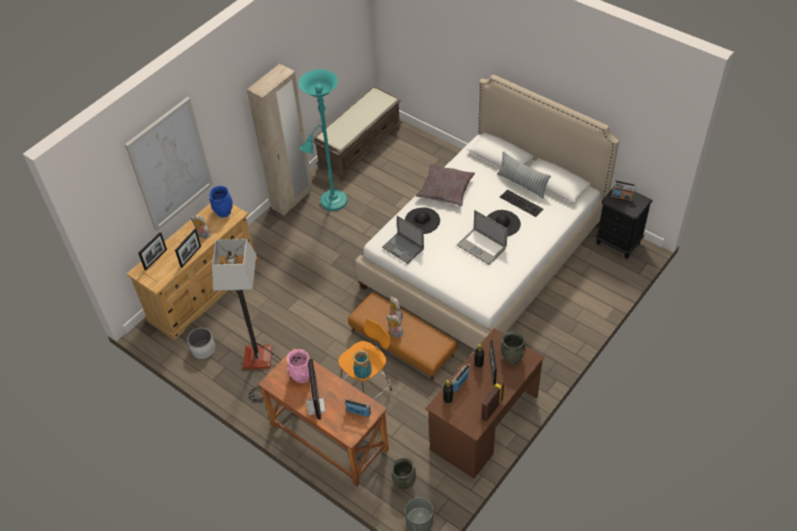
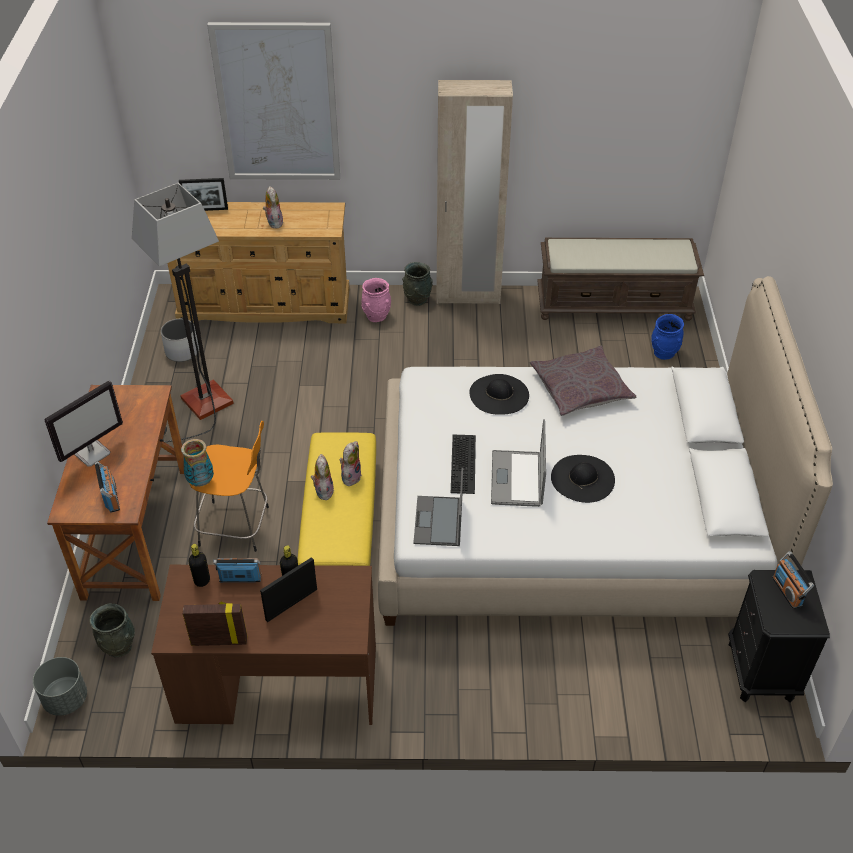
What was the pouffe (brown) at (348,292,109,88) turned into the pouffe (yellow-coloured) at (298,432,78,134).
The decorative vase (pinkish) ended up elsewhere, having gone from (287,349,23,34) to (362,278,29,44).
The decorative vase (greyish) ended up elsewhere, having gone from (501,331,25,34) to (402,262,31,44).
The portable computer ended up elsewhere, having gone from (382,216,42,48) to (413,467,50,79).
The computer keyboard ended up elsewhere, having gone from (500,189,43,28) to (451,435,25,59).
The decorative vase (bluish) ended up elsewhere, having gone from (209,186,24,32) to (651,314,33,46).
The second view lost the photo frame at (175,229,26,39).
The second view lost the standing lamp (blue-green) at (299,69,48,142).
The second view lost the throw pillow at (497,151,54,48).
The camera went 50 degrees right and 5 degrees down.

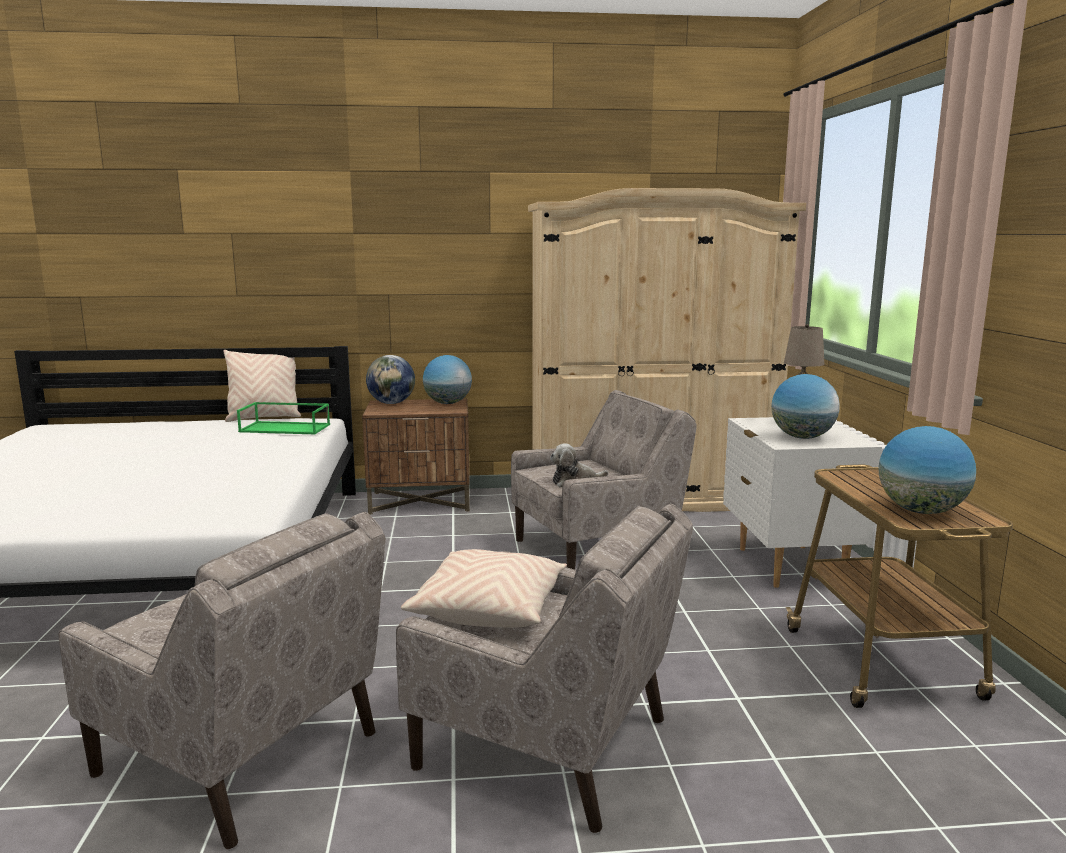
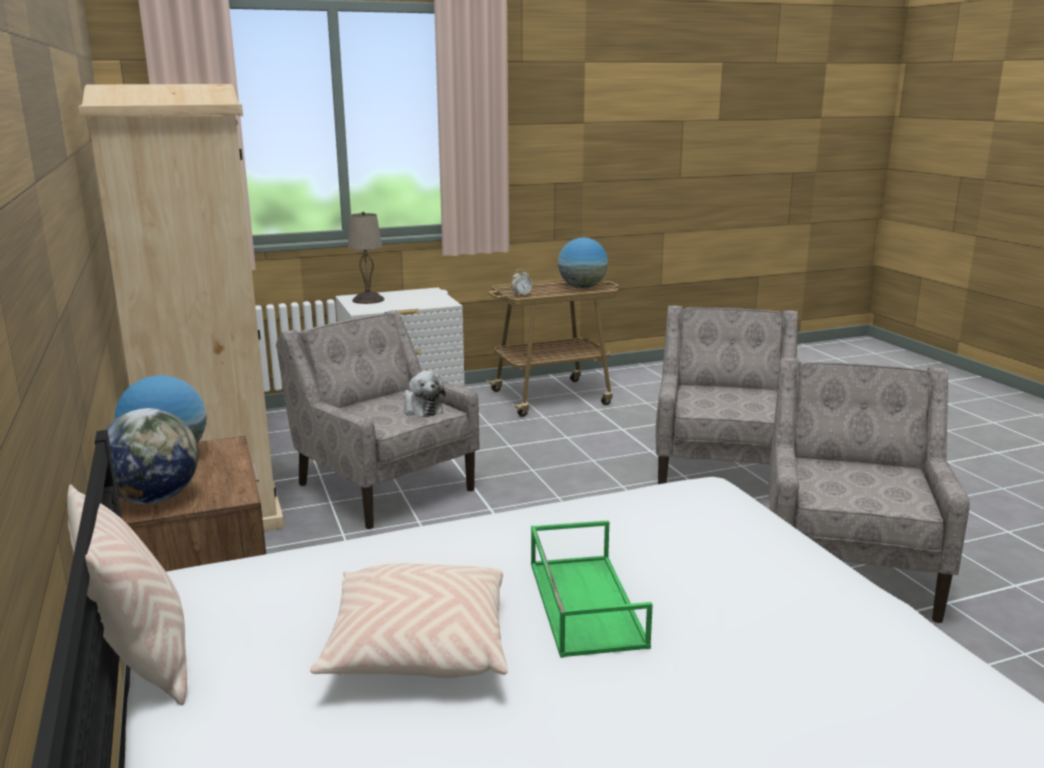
The throw pillow (sand-coloured) ended up elsewhere, having gone from (401,549,166,79) to (310,563,198,115).
The second view gained the table clock at (511,269,21,27).
The carrying tray (greenish) ended up elsewhere, having gone from (237,402,93,32) to (531,520,122,138).
The second view lost the globe at (771,374,69,65).
The camera went 105 degrees left and 5 degrees up.

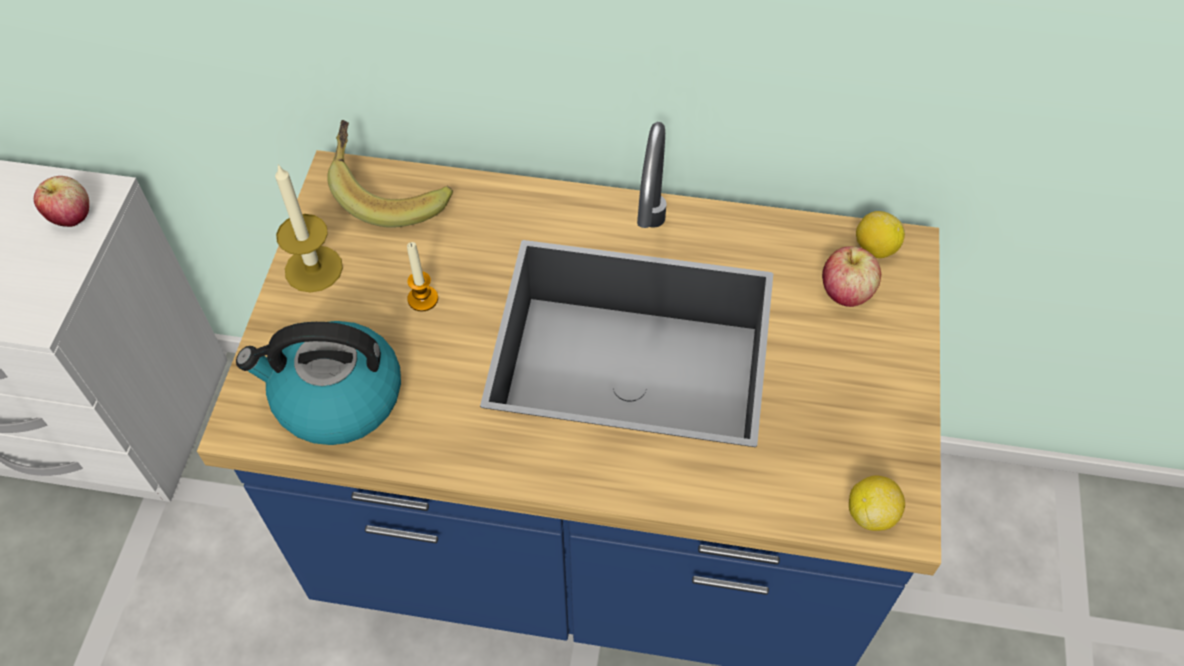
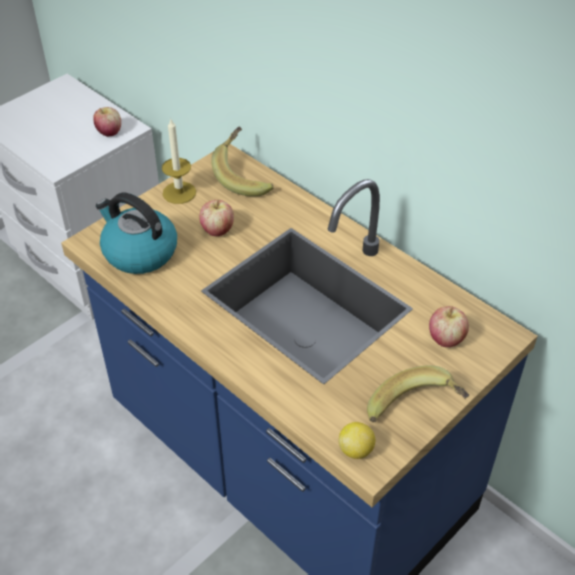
Where the wax candle stood at (407,242,31,70), the whole apple came to stand at (200,199,34,37).
The second view gained the whole banana at (367,365,102,57).
The second view lost the lemon at (856,211,49,47).
The camera went 35 degrees right and 10 degrees down.

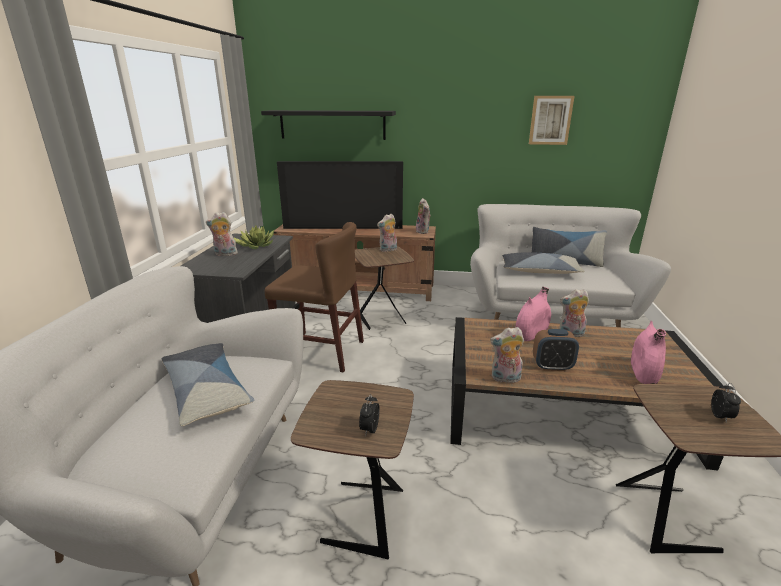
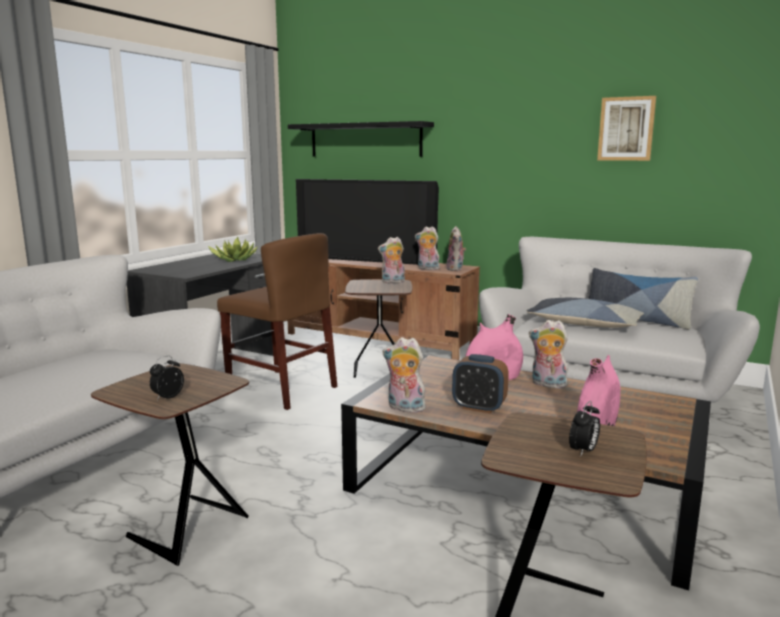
The soft toy ended up elsewhere, having gone from (206,212,33,44) to (415,226,25,44).
The second view lost the throw pillow at (162,343,93,83).
The camera went 20 degrees right and 10 degrees down.

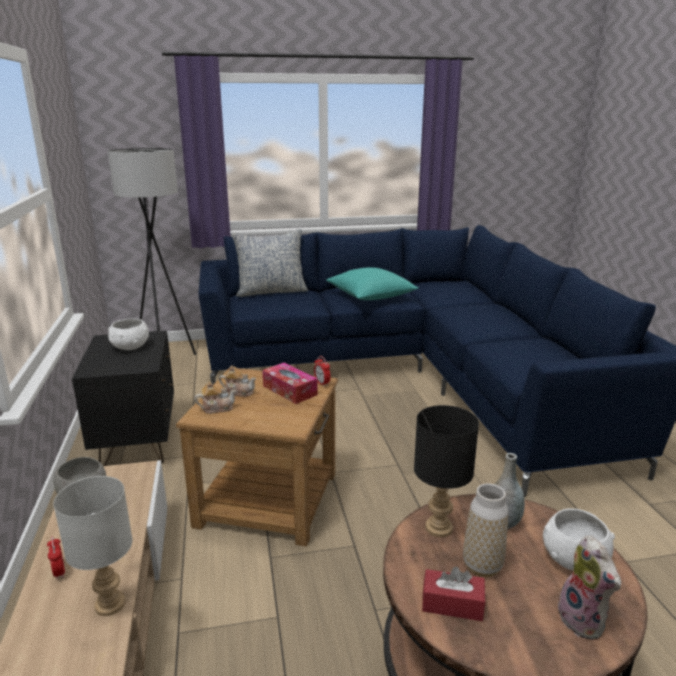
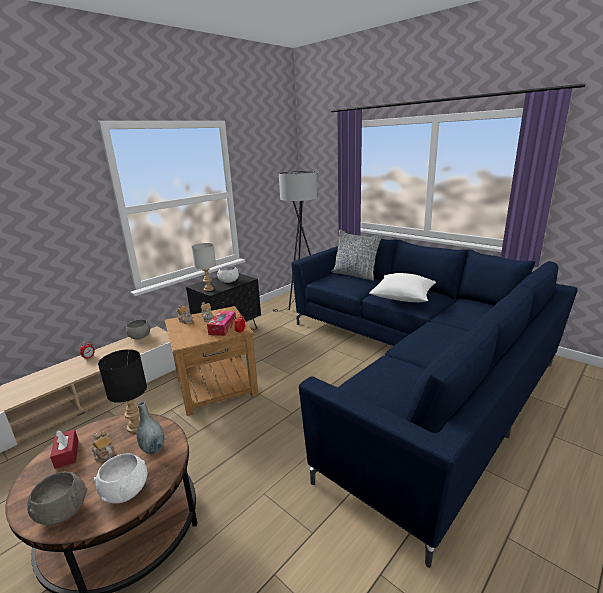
Where the soft toy stood at (555,535,66,105), the deep dish (greyish) came to stand at (27,472,60,53).
Where the decorative vase stood at (463,483,45,94), the teapot came to stand at (92,431,23,31).
The table lamp (greyish) ended up elsewhere, having gone from (53,476,80,140) to (192,243,24,48).
What was the throw pillow (blue-green) at (326,267,93,33) turned into the throw pillow (white-coloured) at (369,273,67,29).
The camera went 55 degrees right and 0 degrees up.

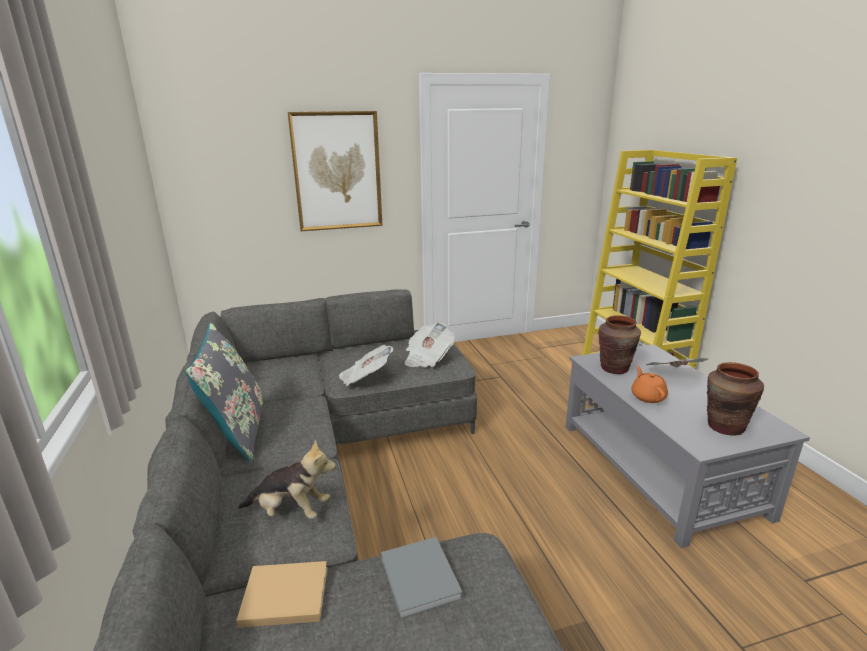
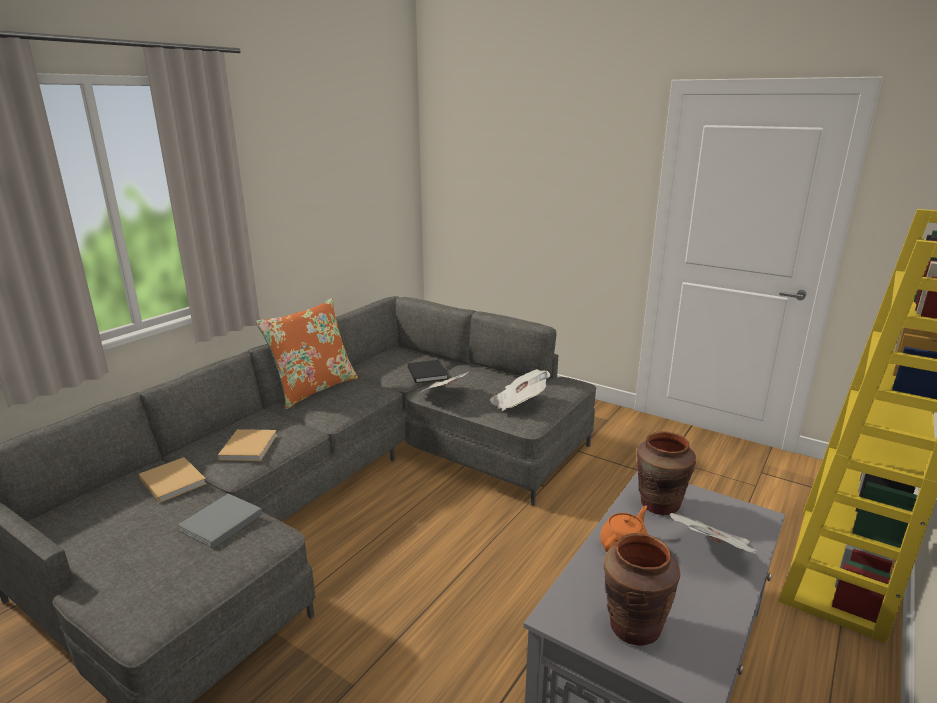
Where the soft toy stood at (238,440,98,79), the volume (sand-coloured) came to stand at (218,429,59,32).
What was the throw pillow (greyish) at (185,323,78,140) turned into the throw pillow (orange-coloured) at (256,298,102,111).
The second view gained the volume (blackish) at (408,360,40,23).
The second view lost the picture at (288,111,94,120).
The camera went 50 degrees right and 0 degrees up.

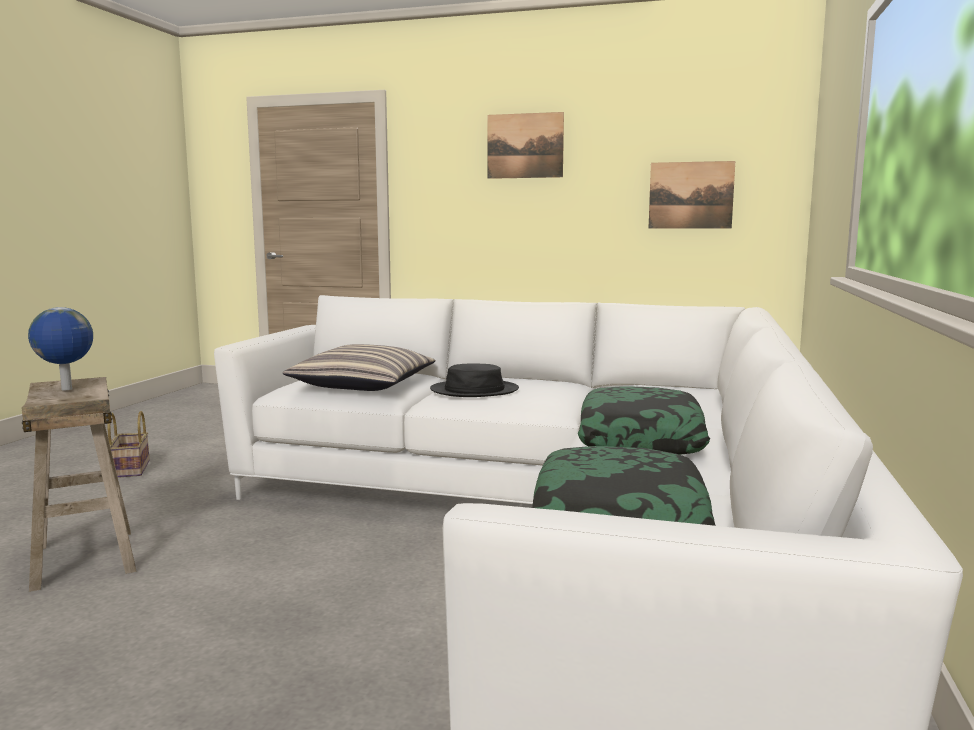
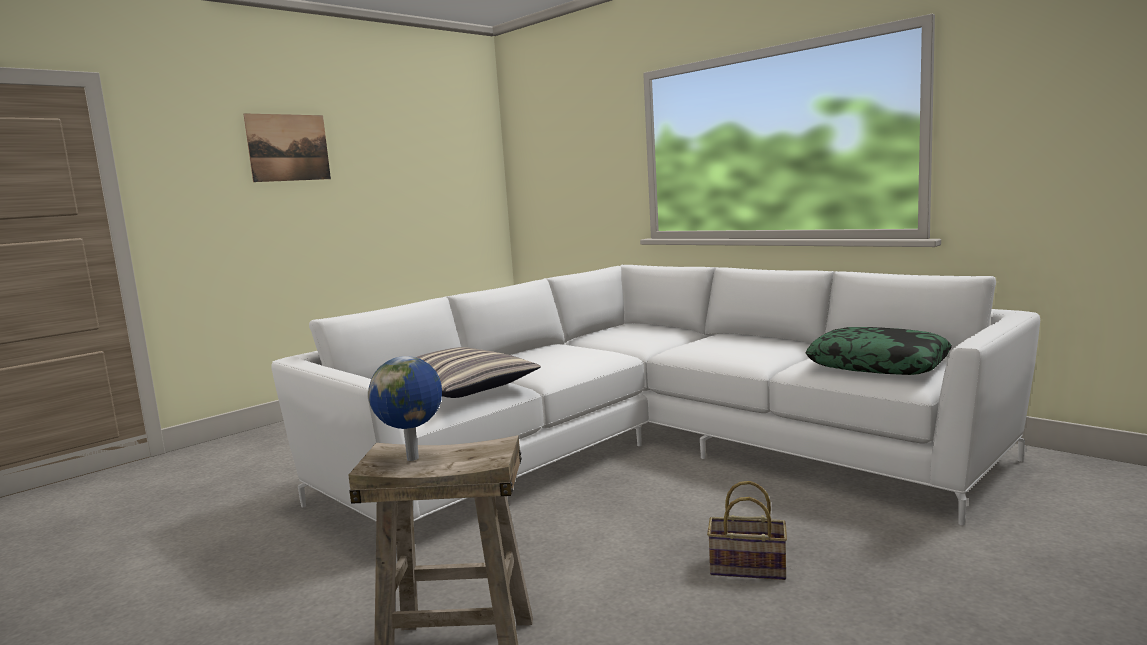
The basket ended up elsewhere, having gone from (108,411,42,67) to (707,481,80,99).
The second view lost the clothing hat (blackish) at (430,364,89,33).
The second view lost the throw pillow at (578,386,132,69).
The second view lost the picture at (648,161,87,68).
The camera went 60 degrees left and 0 degrees up.

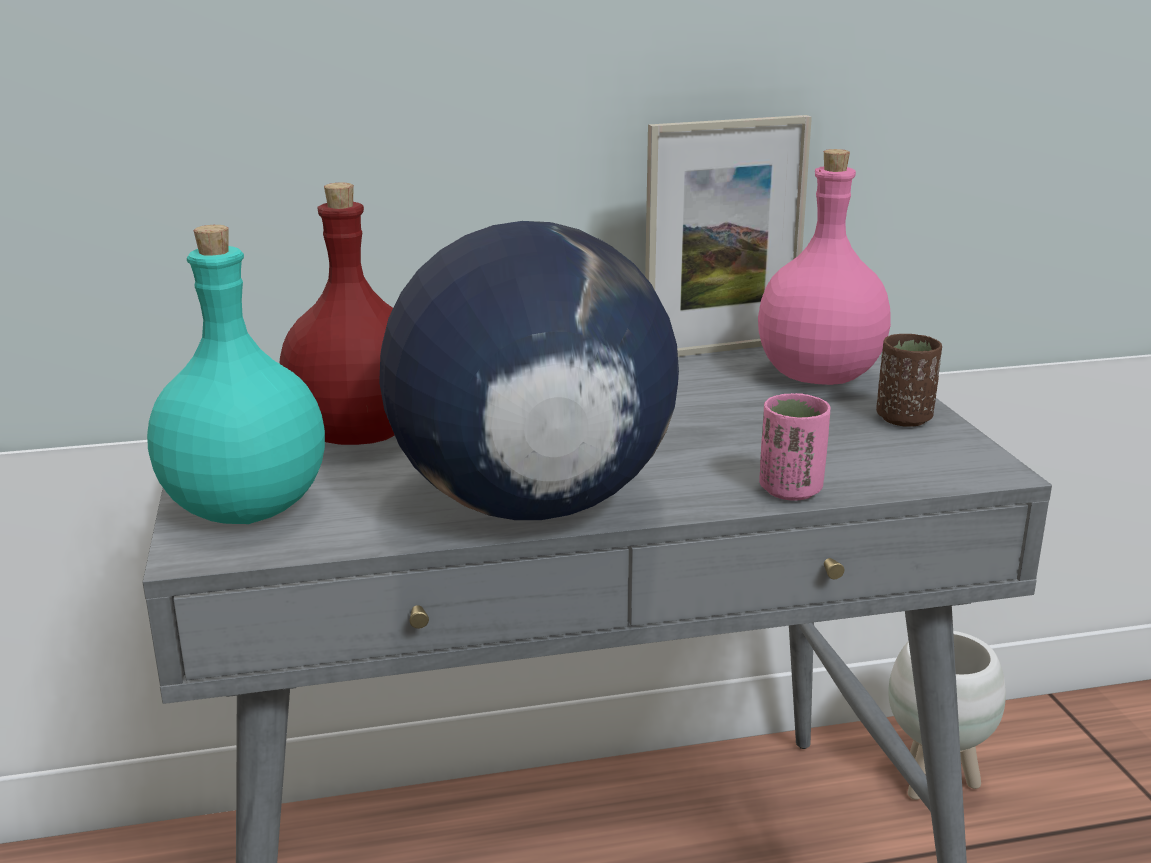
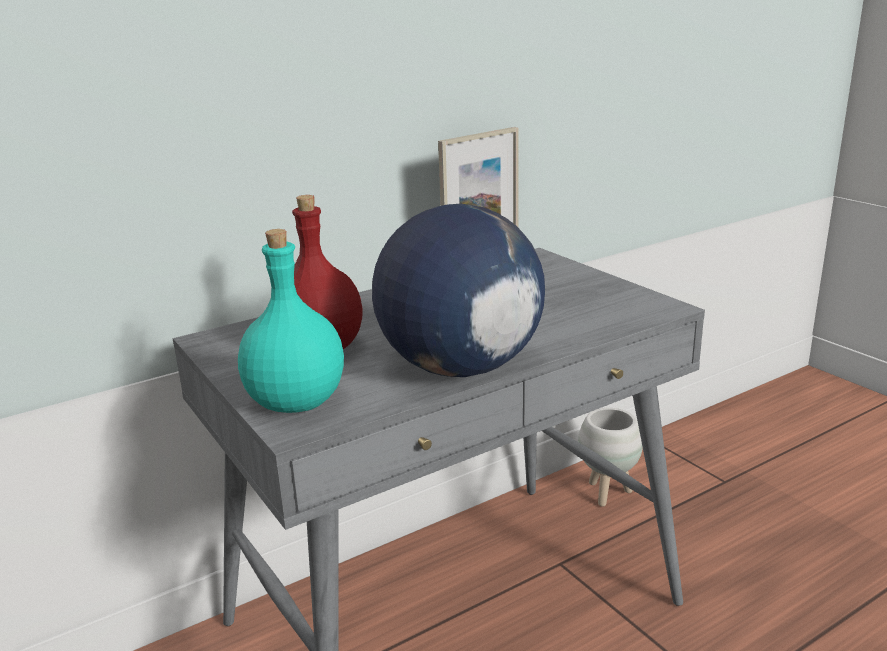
The second view lost the beverage bottle (pinkish) at (758,149,133,236).
The second view lost the cup (pinkish) at (759,393,71,108).
The second view lost the cup (brown) at (876,334,66,93).
The camera went 20 degrees left and 0 degrees up.

